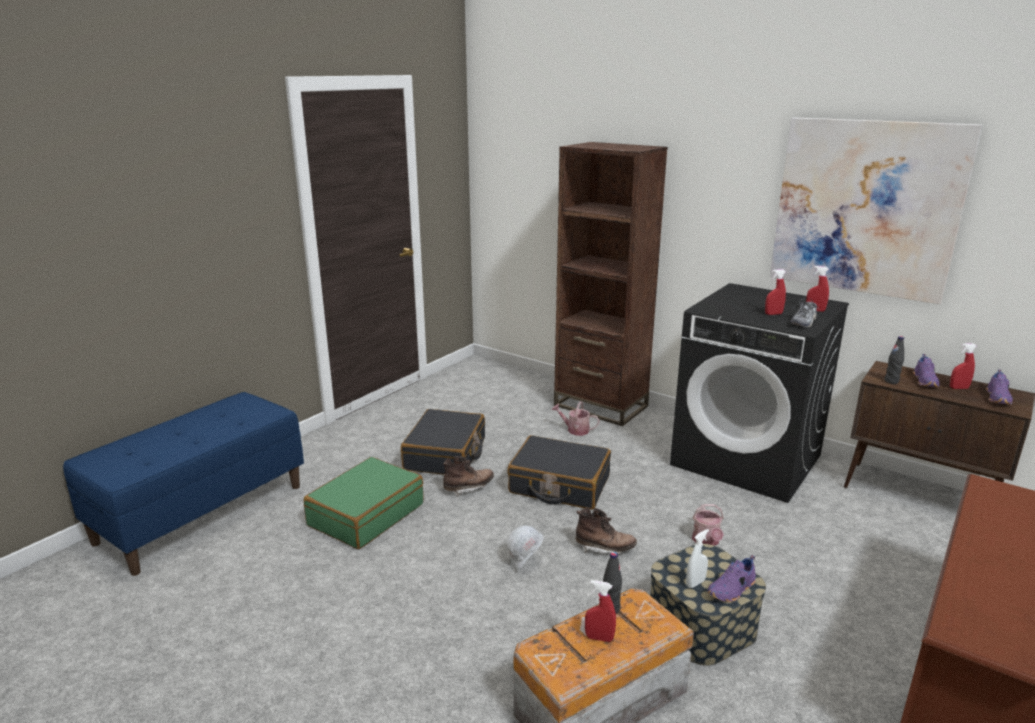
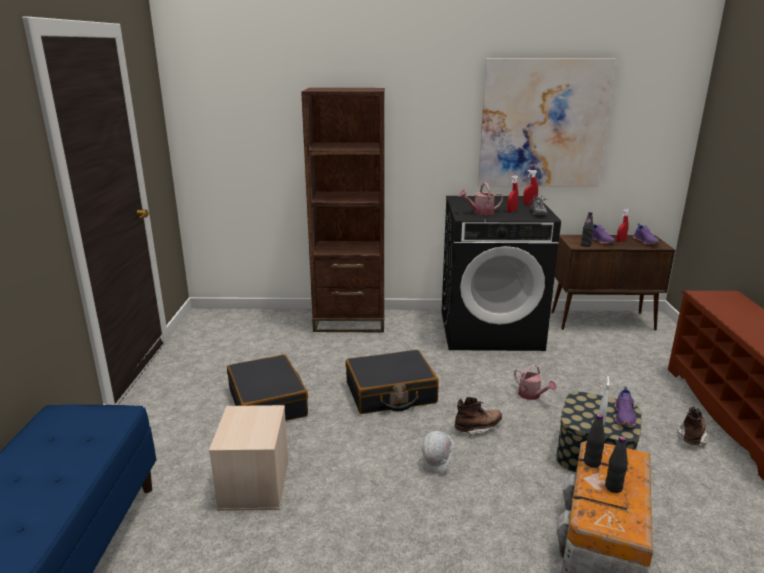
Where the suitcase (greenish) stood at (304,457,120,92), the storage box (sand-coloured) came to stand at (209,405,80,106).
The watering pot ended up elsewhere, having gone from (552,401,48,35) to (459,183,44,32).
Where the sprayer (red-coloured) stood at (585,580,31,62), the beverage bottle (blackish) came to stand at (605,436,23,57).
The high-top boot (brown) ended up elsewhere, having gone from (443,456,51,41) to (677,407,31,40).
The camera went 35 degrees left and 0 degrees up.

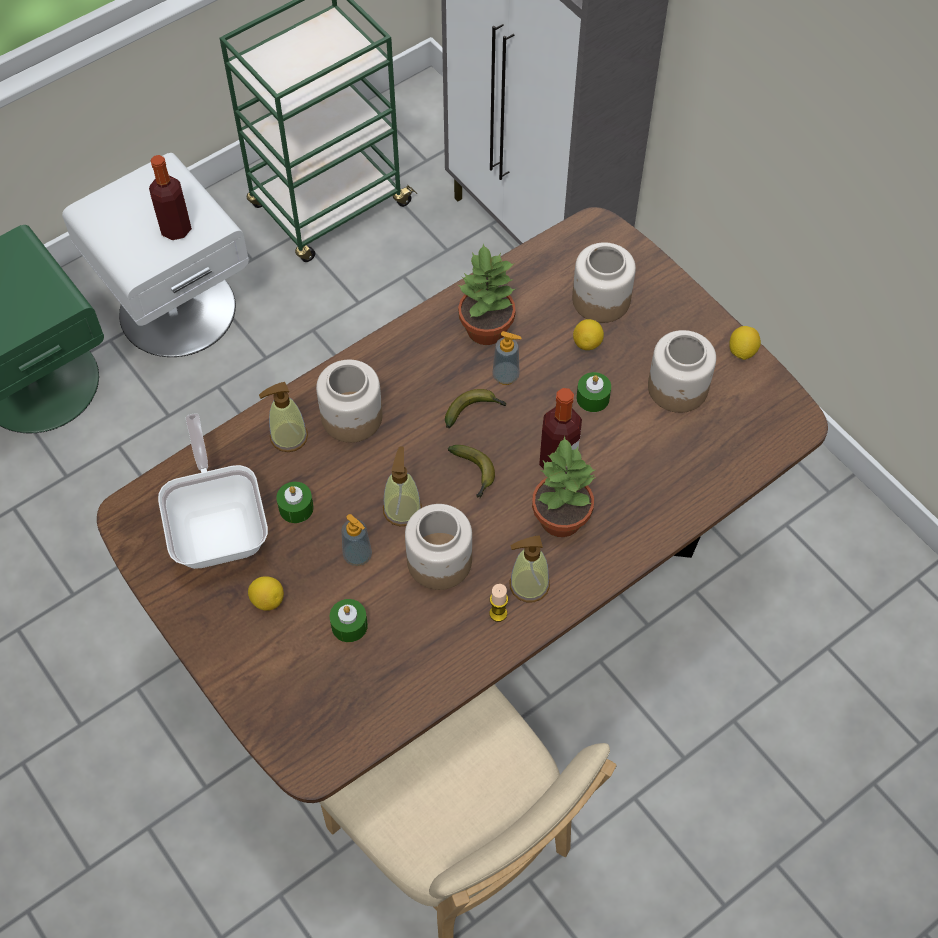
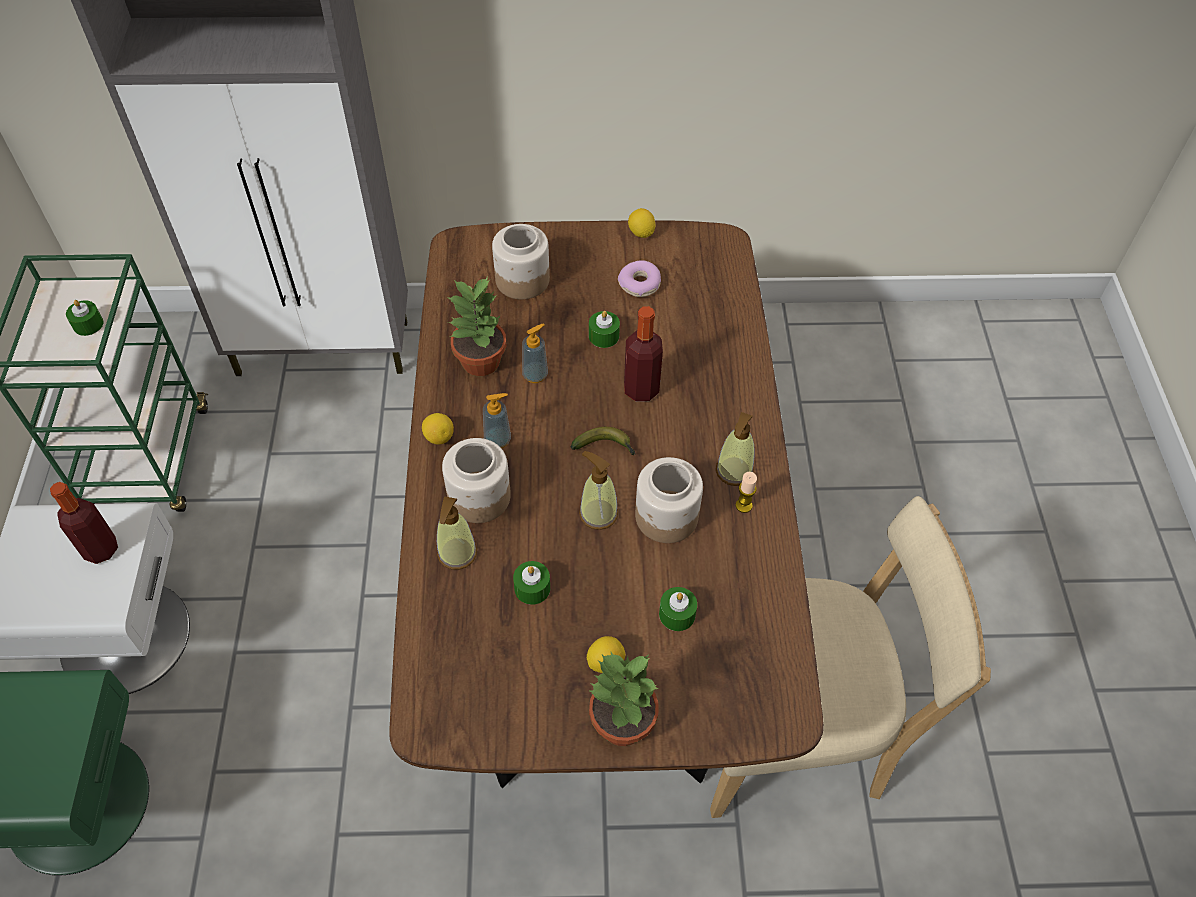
The second view gained the wax candle (greenish) at (66,300,37,36).
The lemon ended up elsewhere, having gone from (573,319,31,31) to (422,413,32,32).
The soap dispenser ended up elsewhere, having gone from (341,514,31,52) to (483,393,28,55).
The houseplant ended up elsewhere, having gone from (532,435,64,102) to (589,652,70,94).
Where the storage jar stood at (648,330,68,83), the donut came to stand at (618,260,43,37).
The second view lost the skillet at (158,413,110,156).
The second view lost the whole banana at (445,389,61,39).
The camera went 55 degrees left and 5 degrees down.

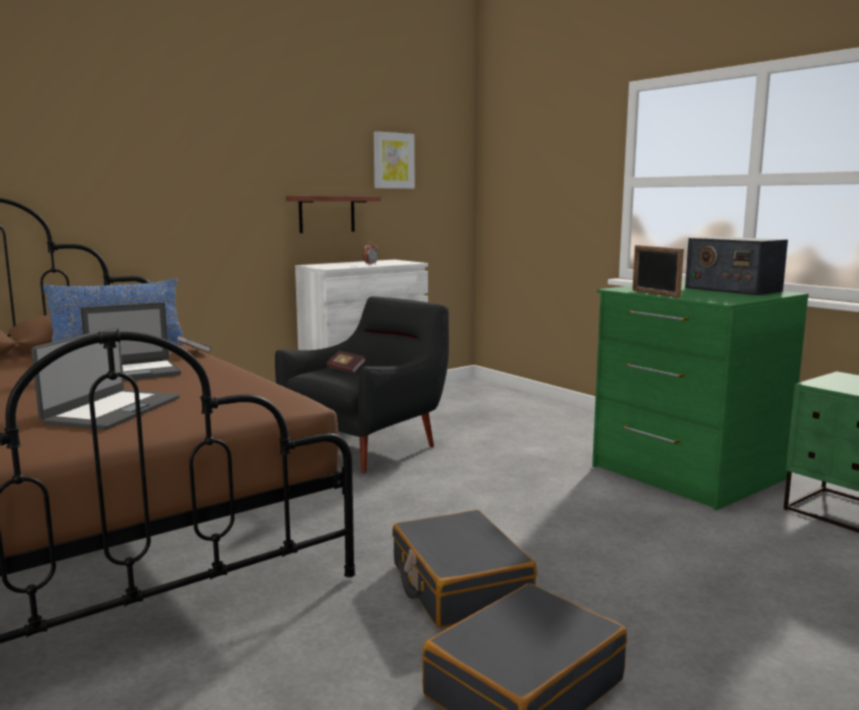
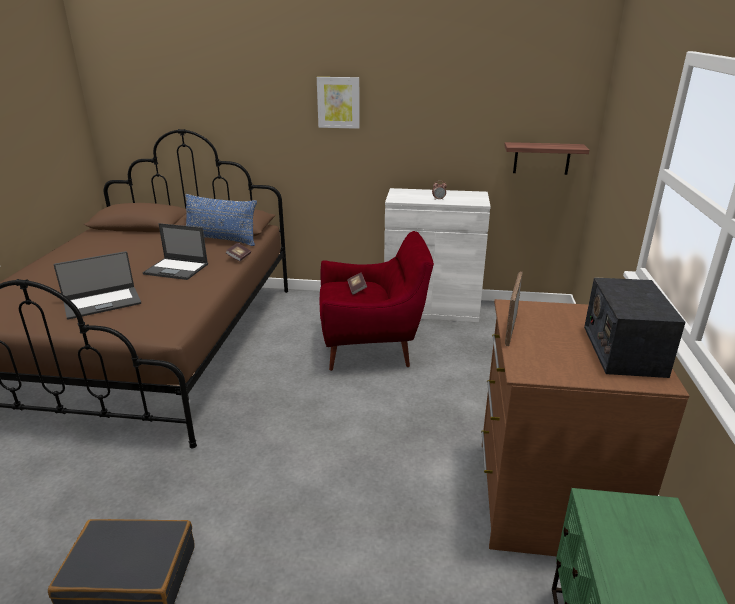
The picture ended up elsewhere, having gone from (374,131,41,58) to (317,77,43,52).
What was the armchair (blackish) at (275,296,174,177) turned into the armchair (red-coloured) at (320,231,114,140).
What was the dresser (greenish) at (592,281,217,229) turned into the dresser (brown) at (481,299,208,257).
The wall shelf ended up elsewhere, having gone from (286,196,95,37) to (504,142,85,33).
The second view lost the suitcase (blackish) at (392,510,145,118).
The camera went 45 degrees right and 15 degrees up.

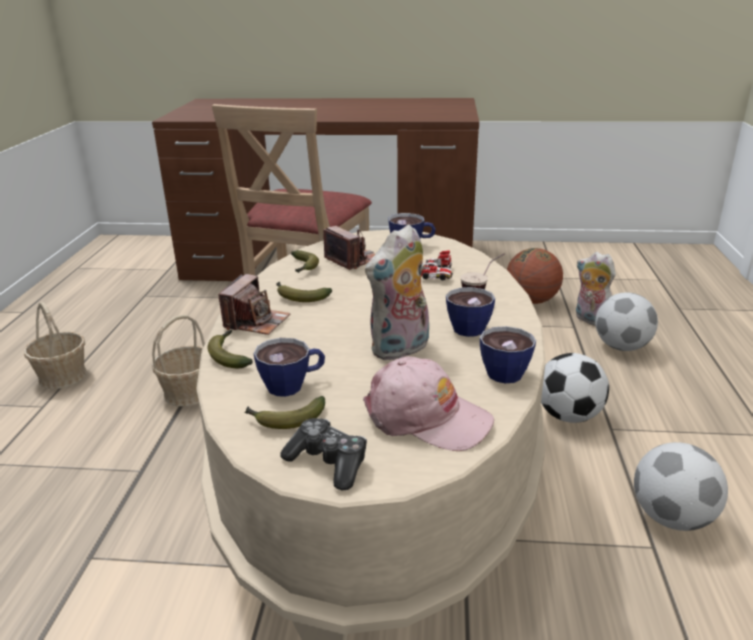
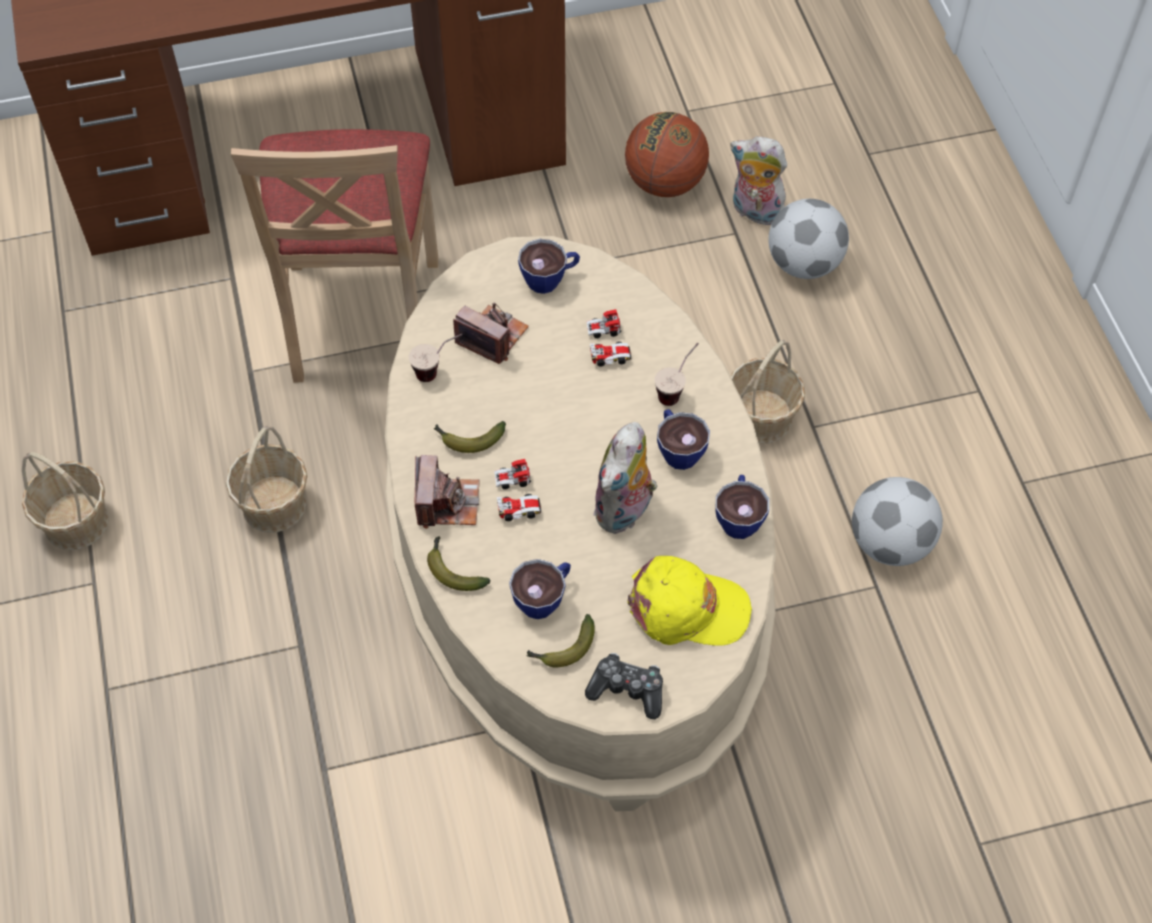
Where the whole banana stood at (291,250,28,23), the cup came to stand at (409,334,54,48).
The second view gained the miniature car at (494,459,48,62).
What was the cap (pinkish) at (363,356,131,95) turned into the cap (yellow-coloured) at (627,556,125,90).
Where the ball for football stood at (541,353,68,70), the basket came to stand at (731,340,74,103).
The camera went 20 degrees left and 30 degrees up.

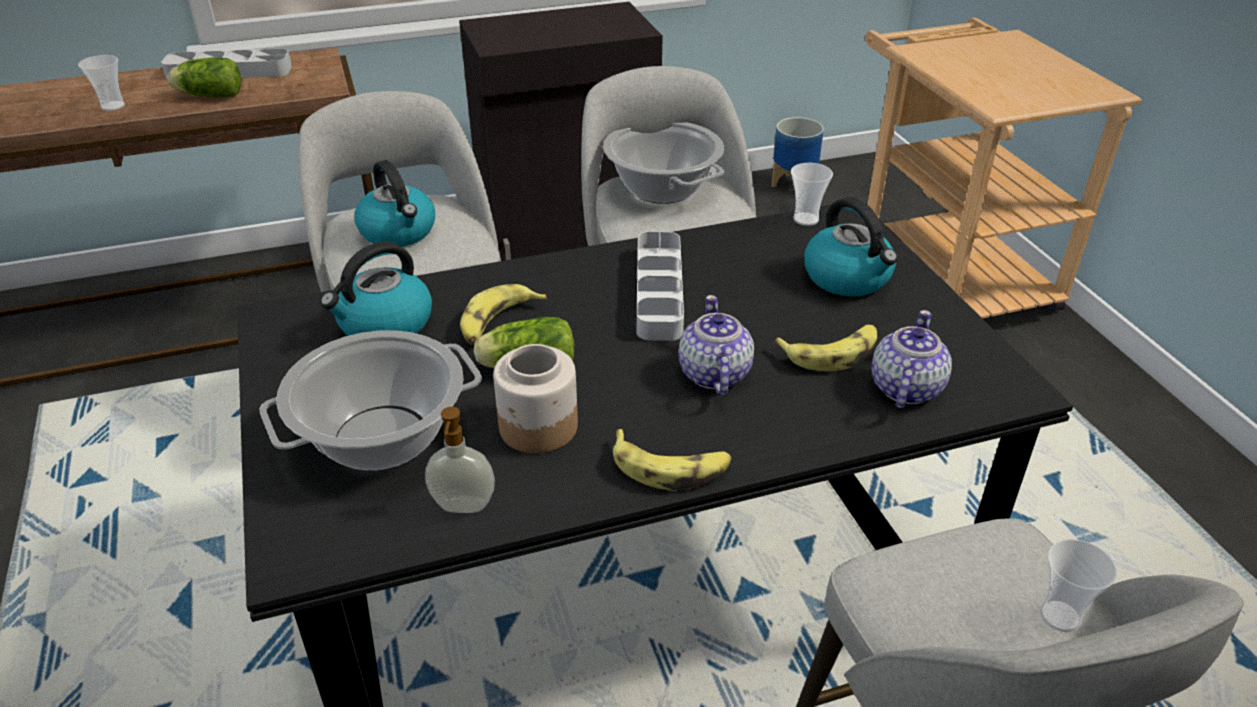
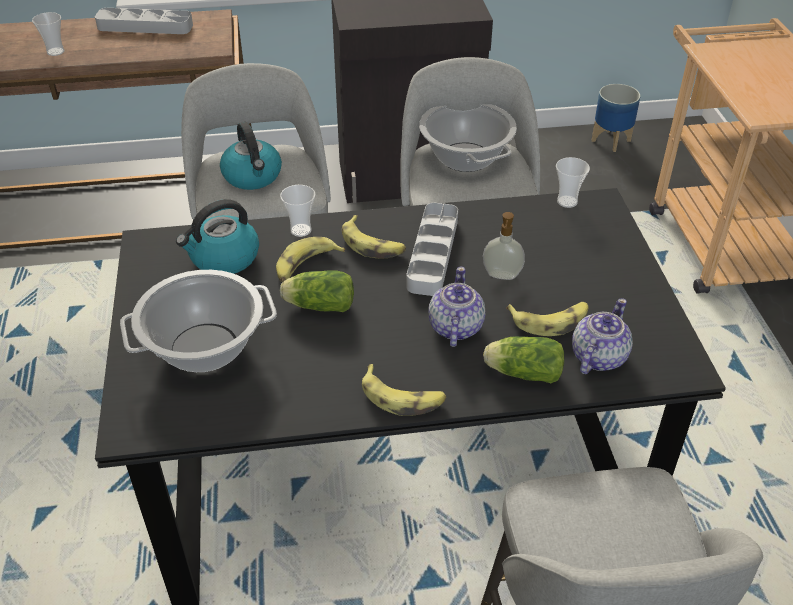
The cup ended up elsewhere, having gone from (1040,539,77,93) to (280,185,35,52).
The second view gained the whole banana at (342,215,64,43).
The soap dispenser ended up elsewhere, having gone from (425,407,70,106) to (483,212,42,68).
The head of lettuce ended up elsewhere, having gone from (168,57,73,40) to (483,336,81,47).
The second view lost the storage jar at (493,344,85,110).
The second view lost the kettle at (804,197,94,100).
The camera went 10 degrees right and 5 degrees up.

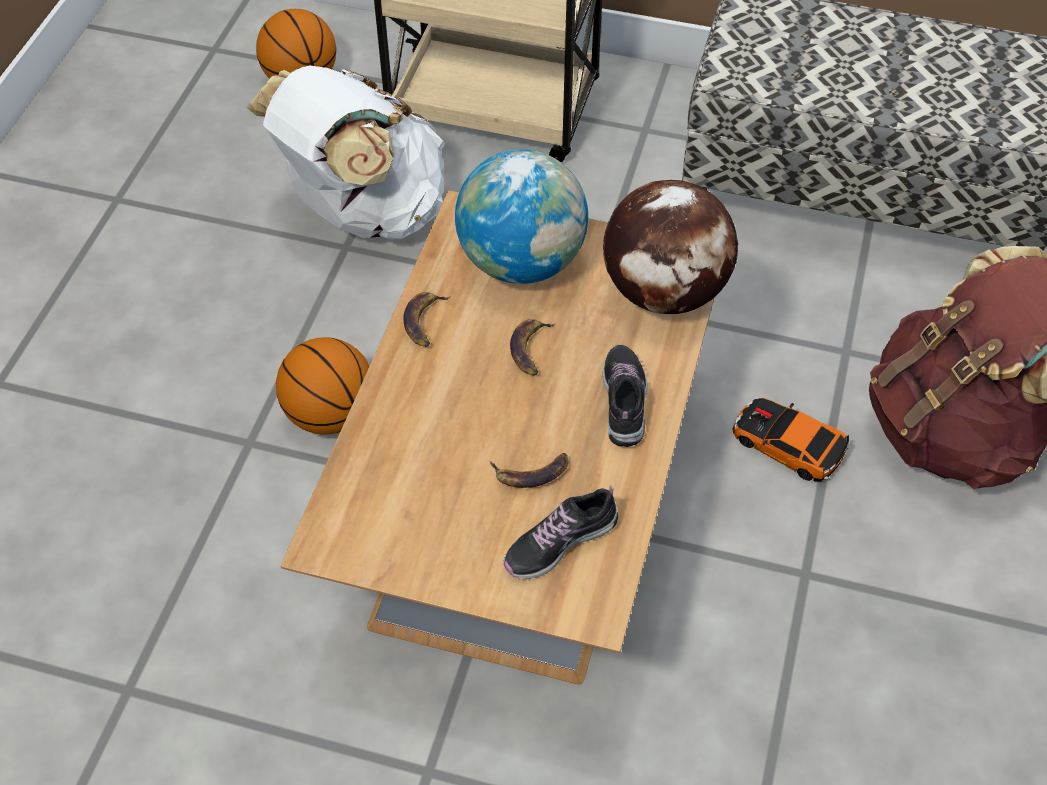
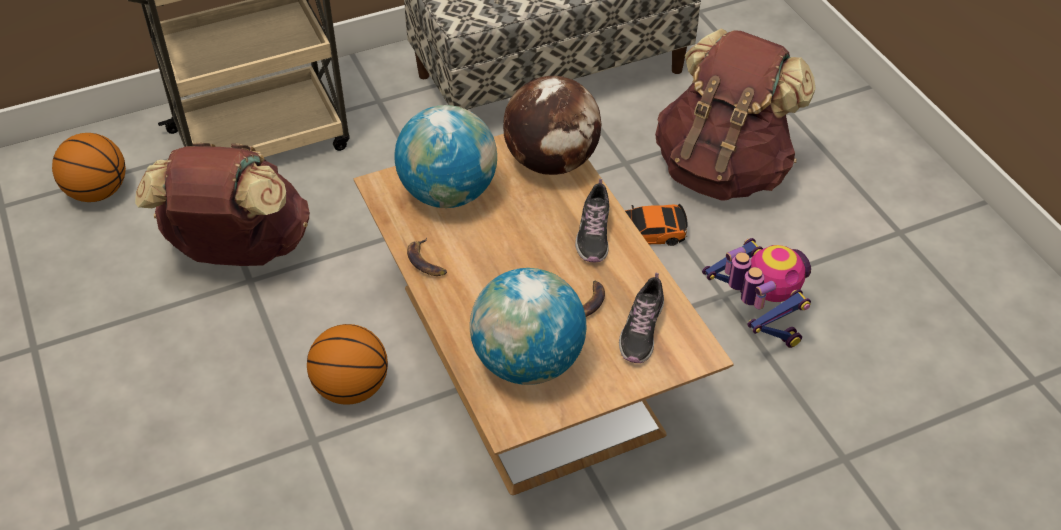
What was the rucksack (white-coloured) at (246,66,199,174) turned into the rucksack (brown) at (135,142,175,124).
The second view gained the globe at (470,268,116,117).
The shoe at (603,344,45,103) ended up facing another way, 135 degrees counterclockwise from before.
The second view gained the toy robot at (702,238,109,110).
The second view lost the whole banana at (510,319,45,57).
The camera went 40 degrees left and 5 degrees down.

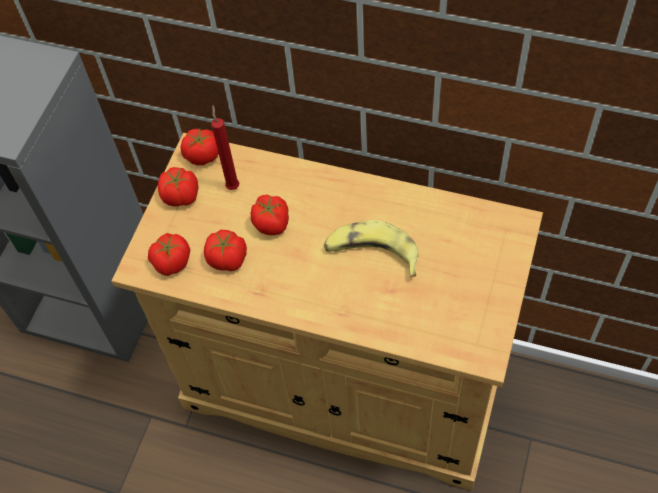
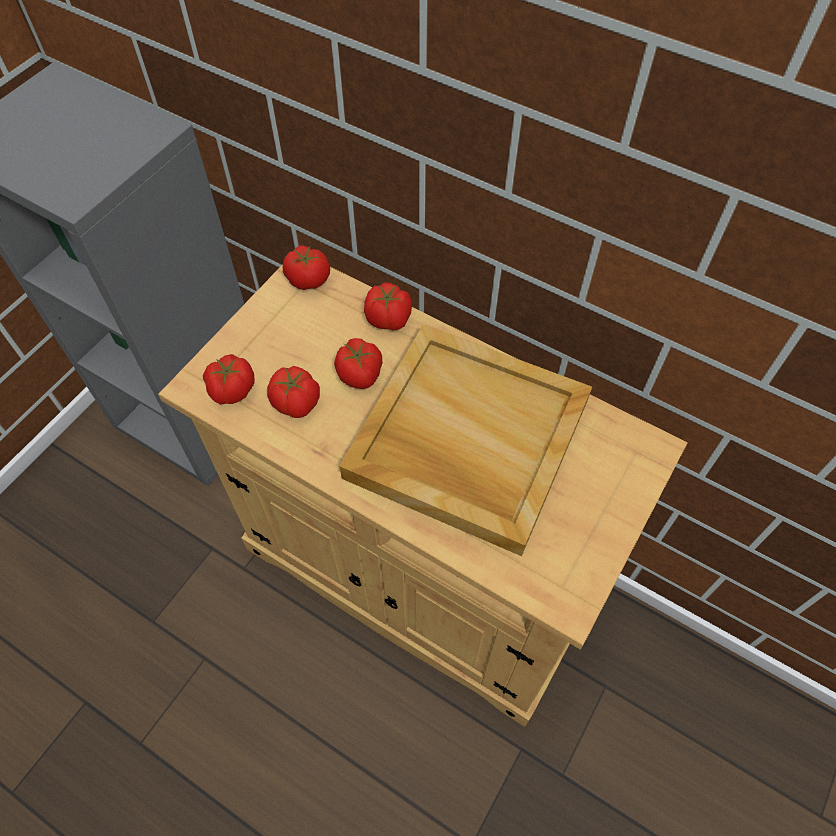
Where the whole banana stood at (324,220,95,58), the carrying tray (sand-coloured) came to stand at (339,324,253,232).
The whole tomato ended up elsewhere, having gone from (158,167,41,39) to (364,282,48,48).
The second view lost the wax candle (red-coloured) at (211,105,28,85).
The camera went 10 degrees right and 0 degrees up.

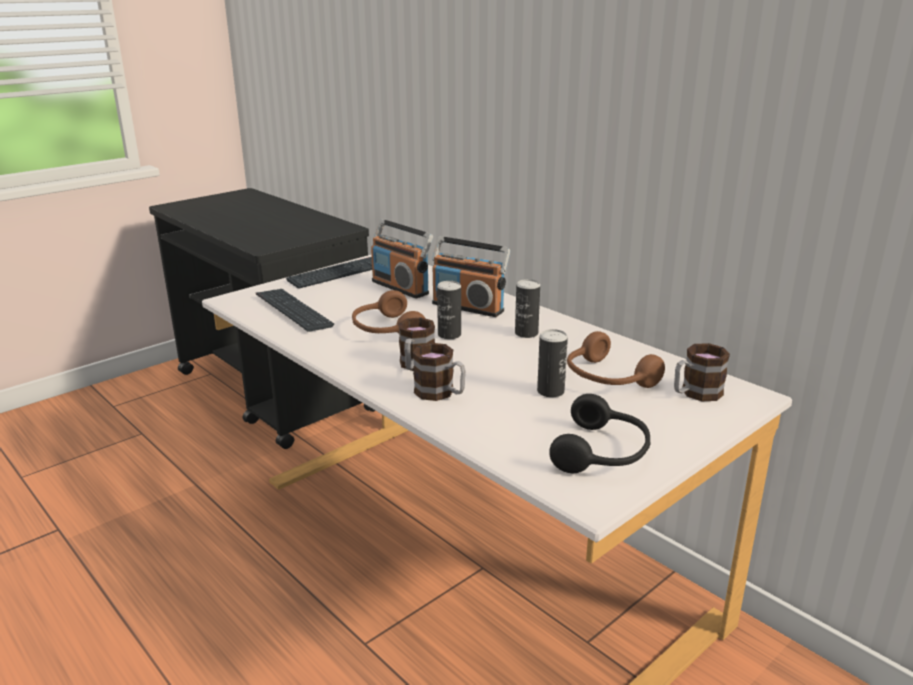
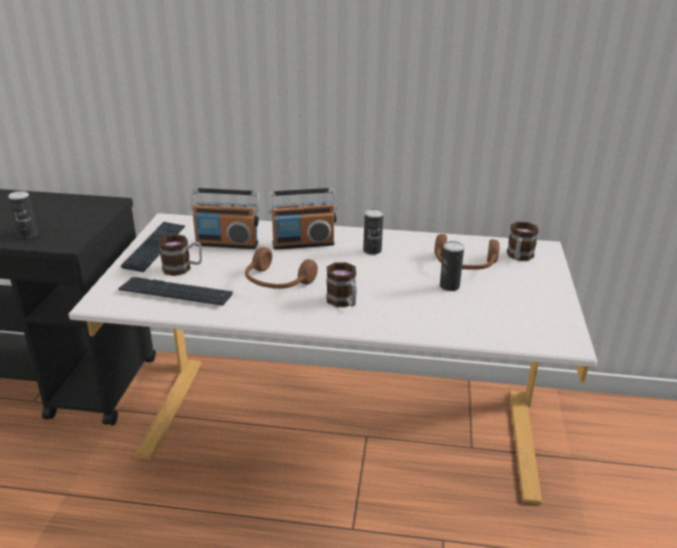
The metal can ended up elsewhere, having gone from (437,281,24,58) to (8,191,30,47).
The mug ended up elsewhere, having gone from (413,343,53,58) to (158,234,44,42).
The second view lost the headphones (blackish) at (549,394,102,79).
The camera went 40 degrees left and 5 degrees up.

